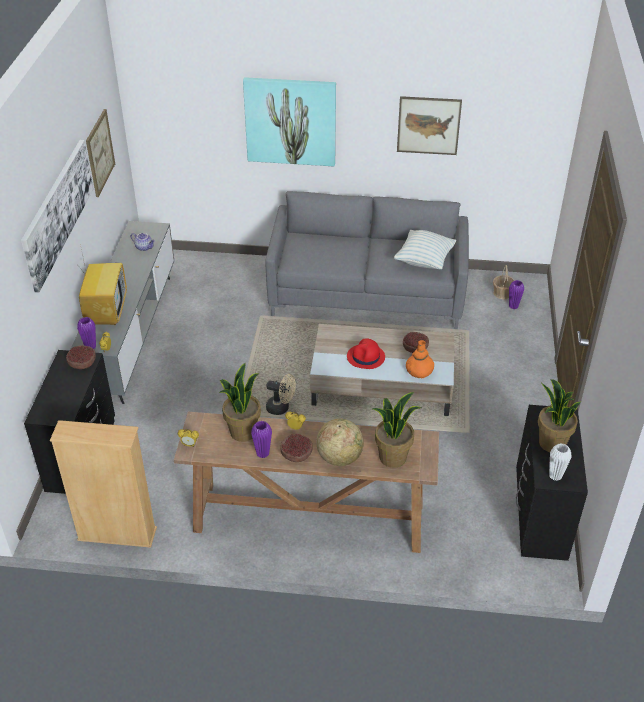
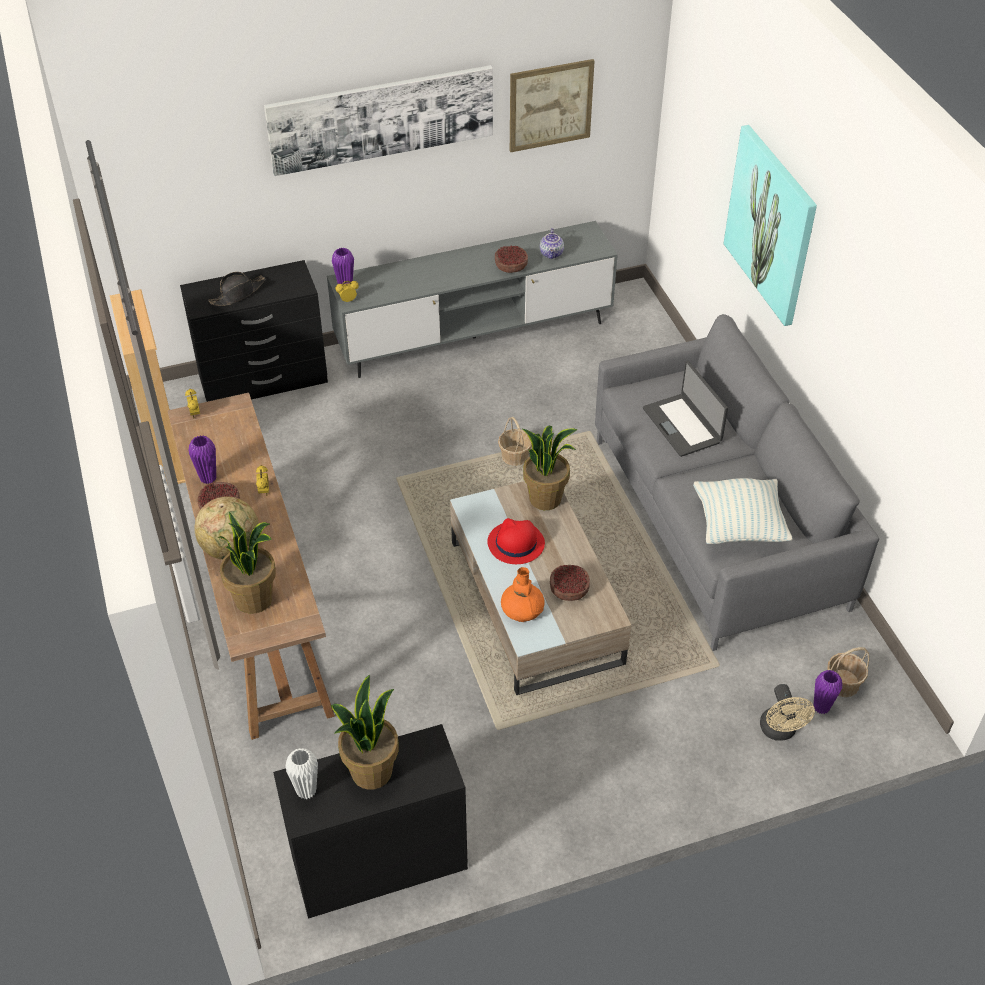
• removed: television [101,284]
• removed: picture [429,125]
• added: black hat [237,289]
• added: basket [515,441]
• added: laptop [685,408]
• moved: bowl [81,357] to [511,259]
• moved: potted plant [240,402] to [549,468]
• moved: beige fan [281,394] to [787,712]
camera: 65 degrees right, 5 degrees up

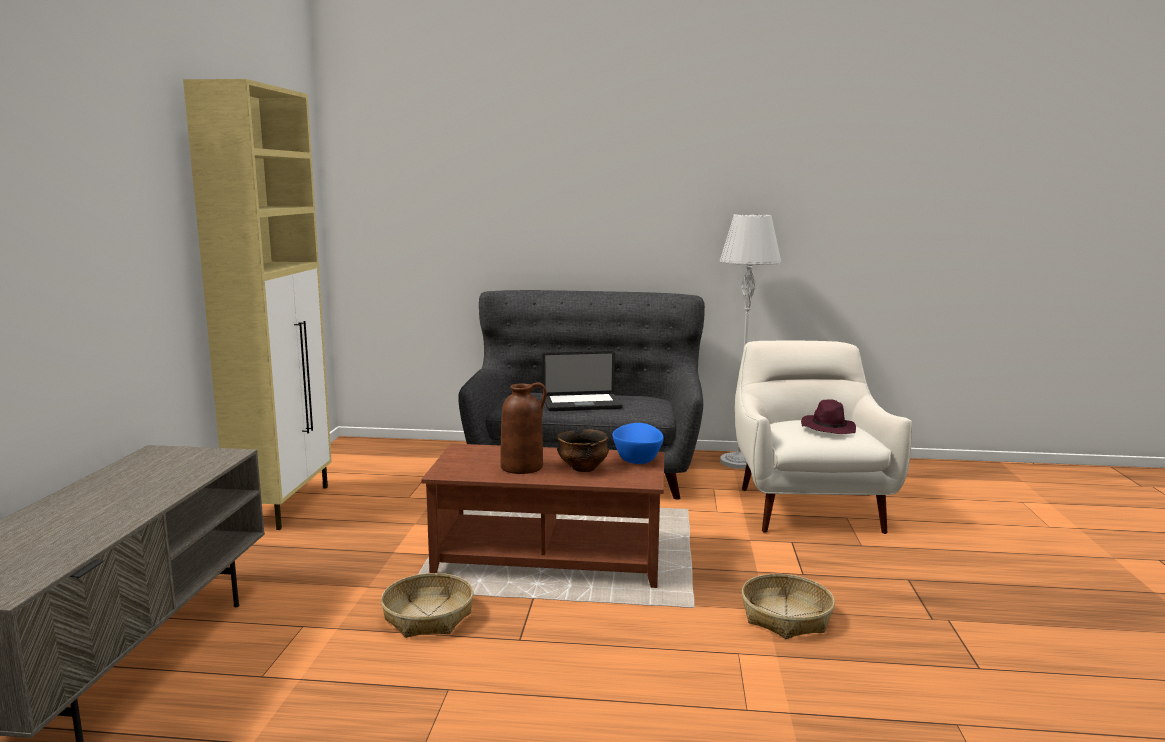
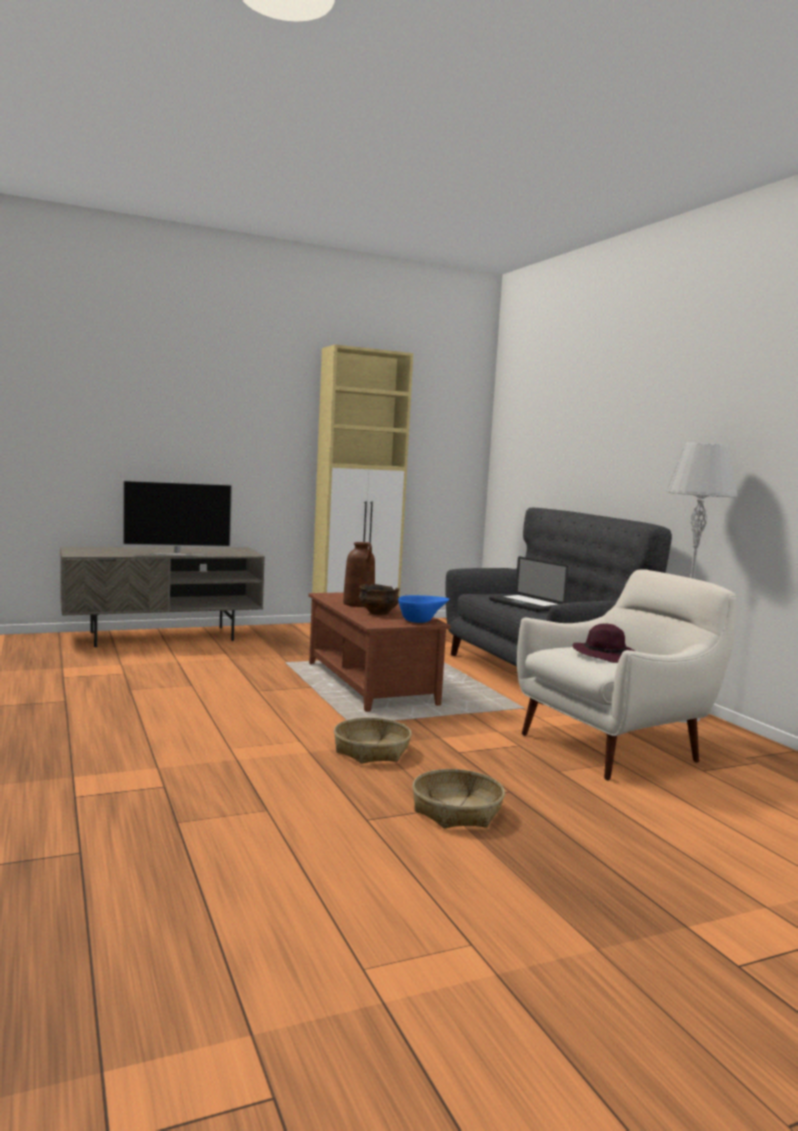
• added: television [177,518]
• moved: basket [427,605] to [458,798]
camera: 60 degrees right, 5 degrees down

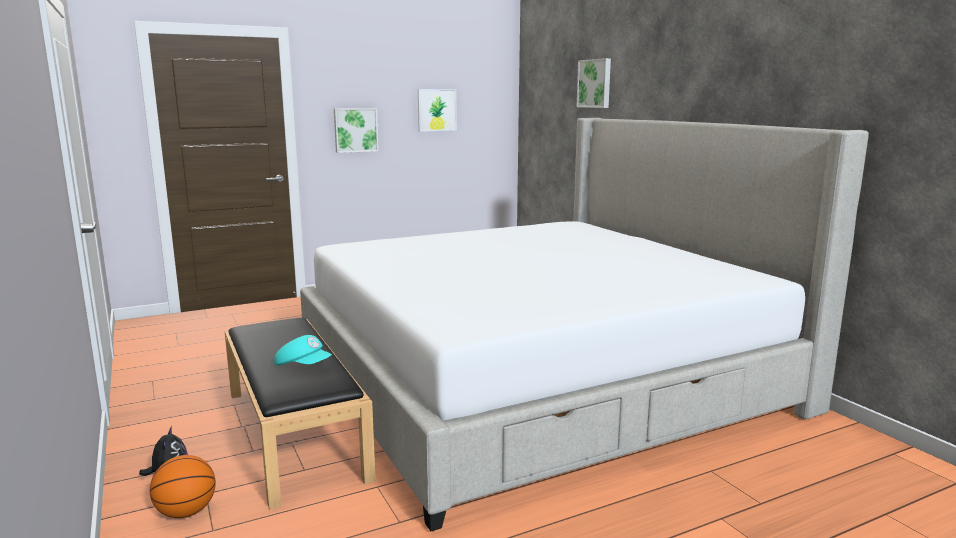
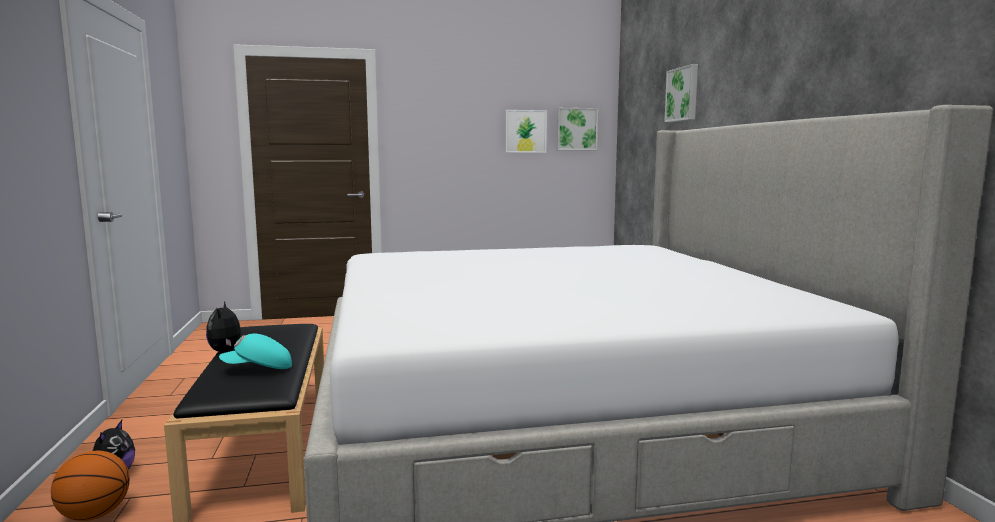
• added: plush toy [229,327]
• moved: picture [356,130] to [577,129]
• turned: turquoise cap [303,350] = [255,351] 120 degrees clockwise
camera: 15 degrees right, 5 degrees down

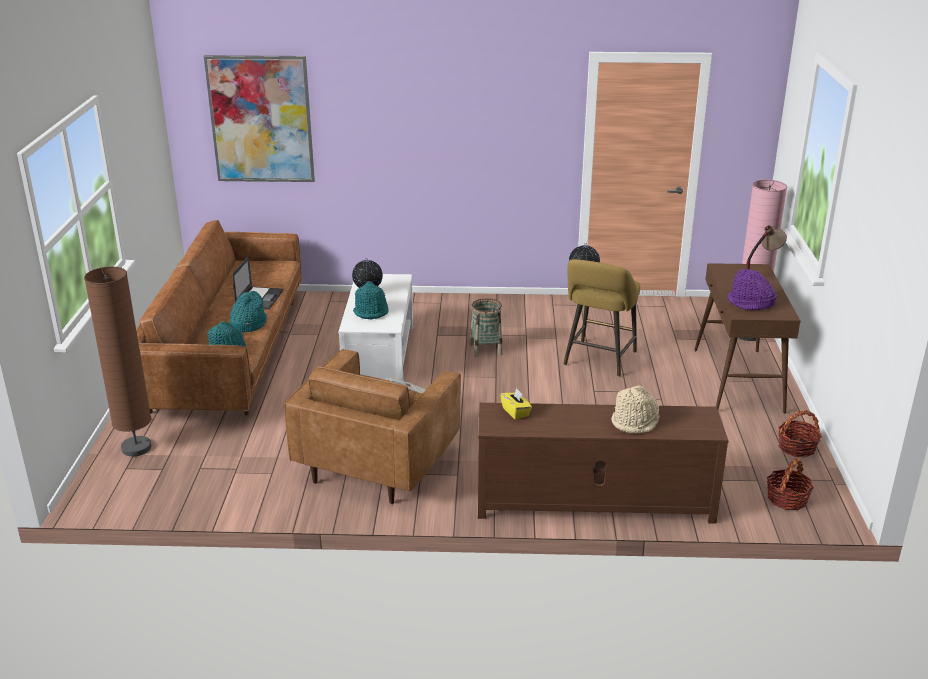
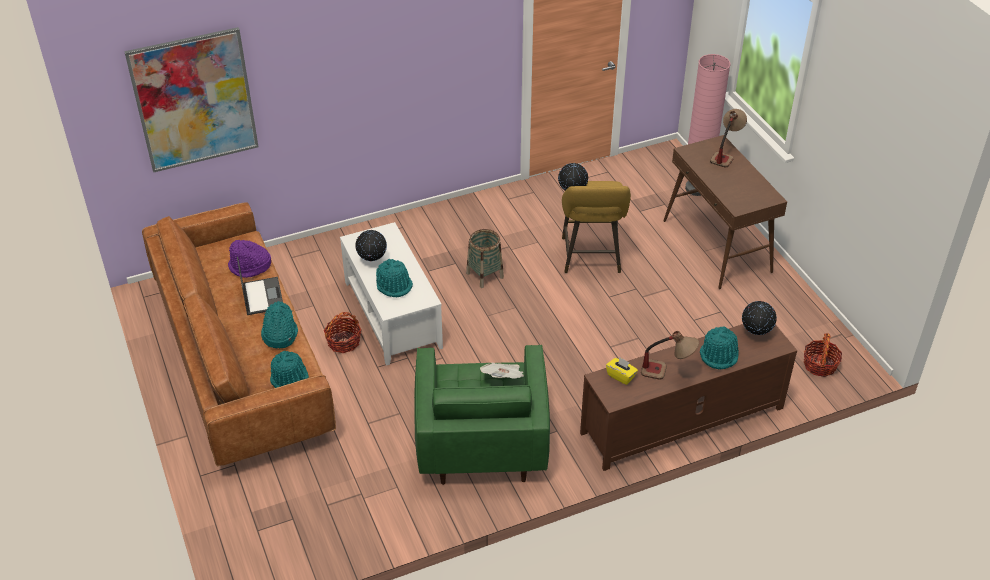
• removed: brown floor lamp [118,361]
• added: table lamp [670,355]
• added: globe [759,318]
• moved: purple hat [752,289] to [249,259]
• moved: basket [800,433] to [342,332]
• recoloured: brown armchair [372,426] to green armchair [482,415]
• recoloured: beige hat [635,409] to turquoise hat [719,347]
camera: 25 degrees left, 15 degrees up

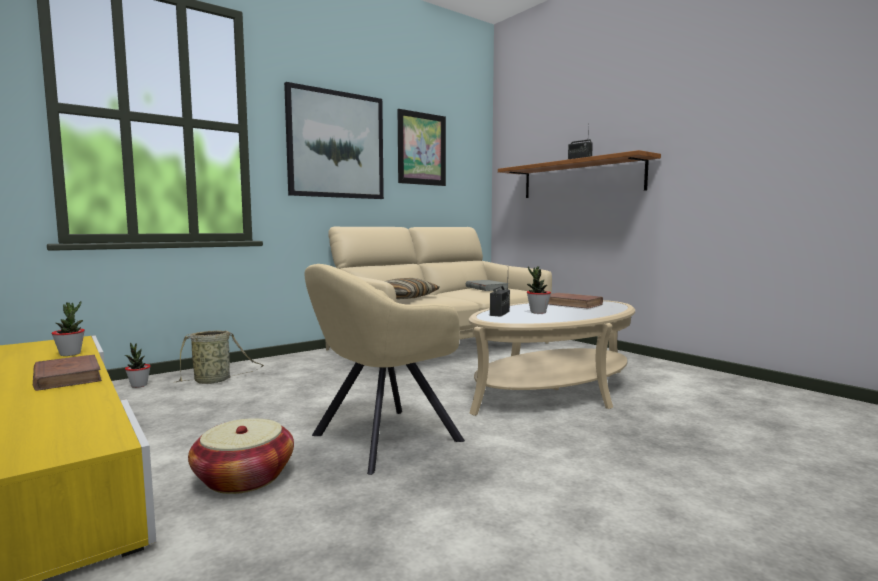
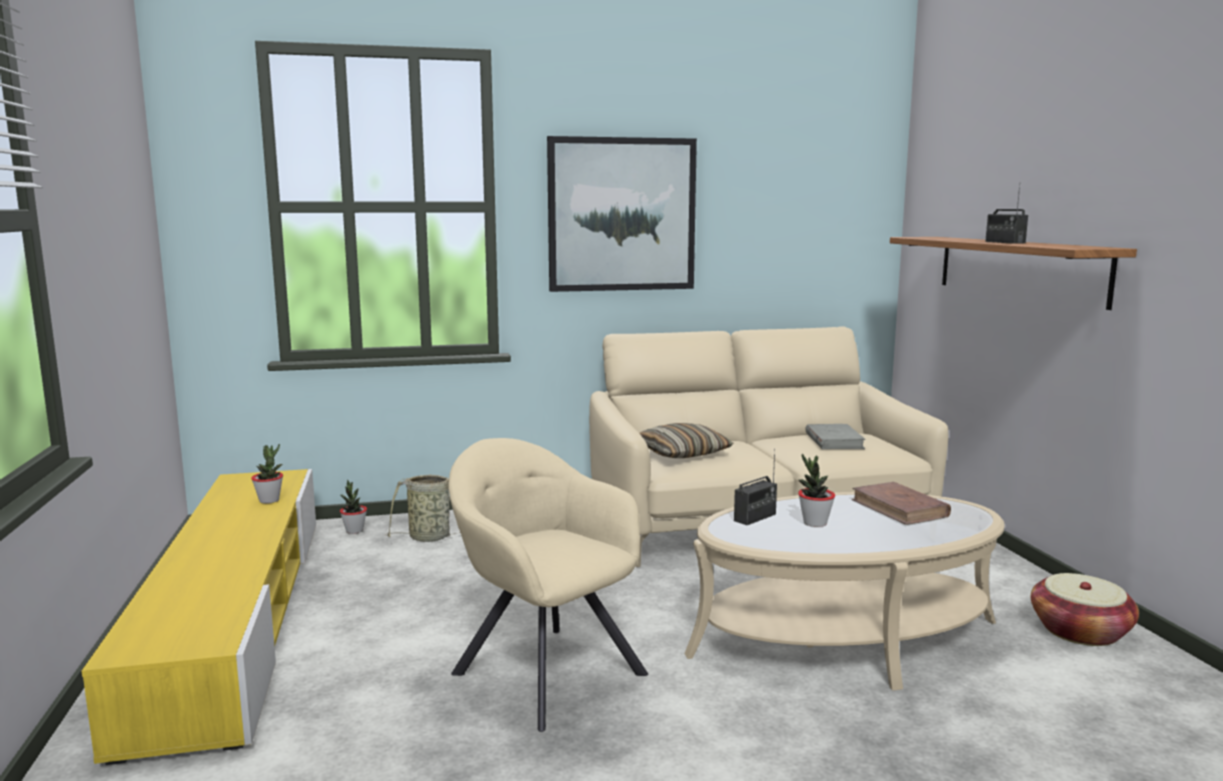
• removed: brown book [67,373]
• removed: picture [422,147]
• moved: basket [241,456] to [1085,609]
• turned: beige armchair [384,369] = [548,585] 60 degrees clockwise
camera: 25 degrees right, 5 degrees up

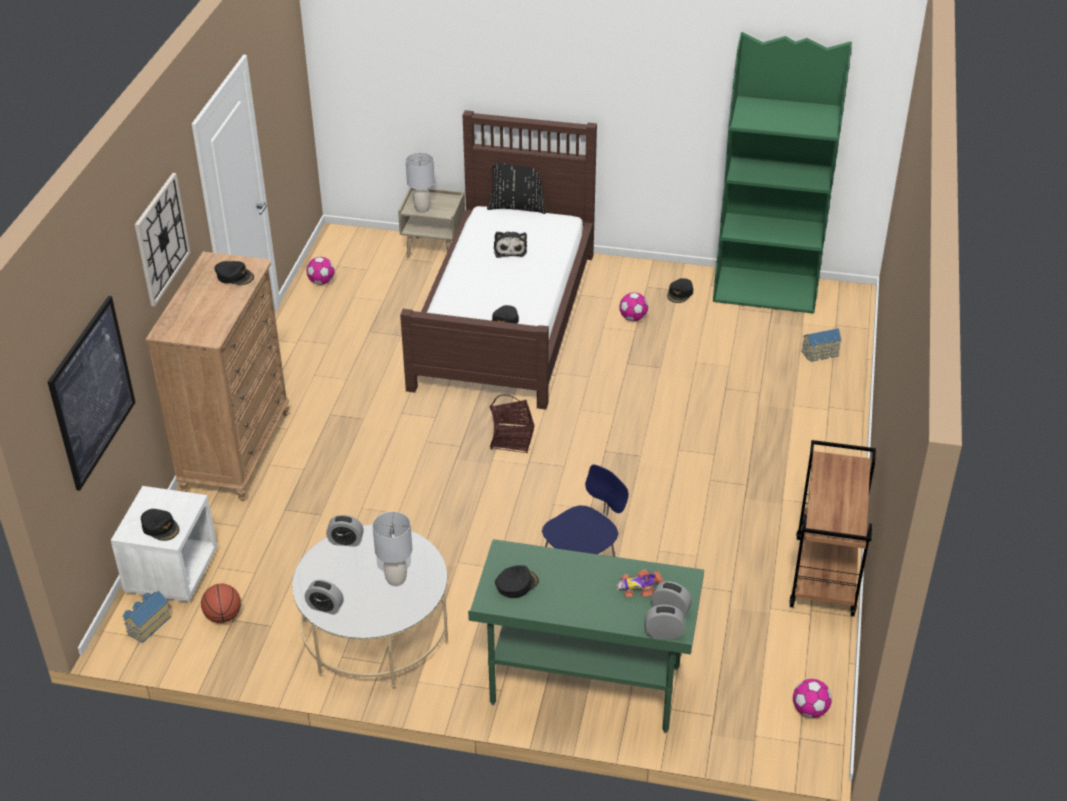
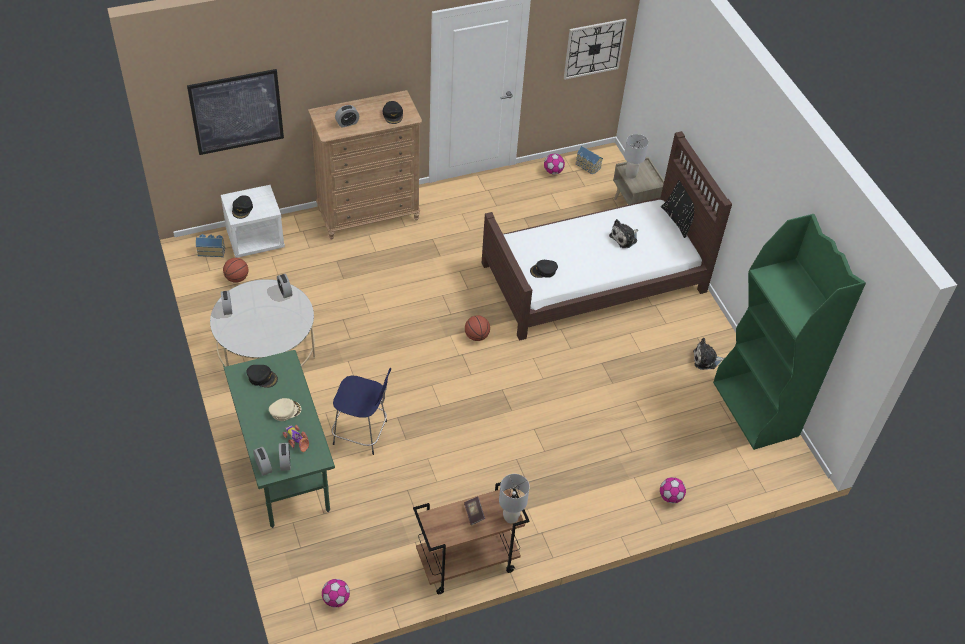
• added: beige cap [285,409]
• added: alarm clock [347,116]
• added: book [474,510]
• moved: wall clock [163,239] to [595,49]
• moved: grey table lamp [392,548] to [514,498]
• moved: football [633,306] to [673,490]
• moved: toy house [821,345] to [589,160]
• replaced: basket [512,424] to basketball [477,328]
• replaced: black cap [680,290] to plush toy [709,354]
camera: 55 degrees right, 10 degrees up

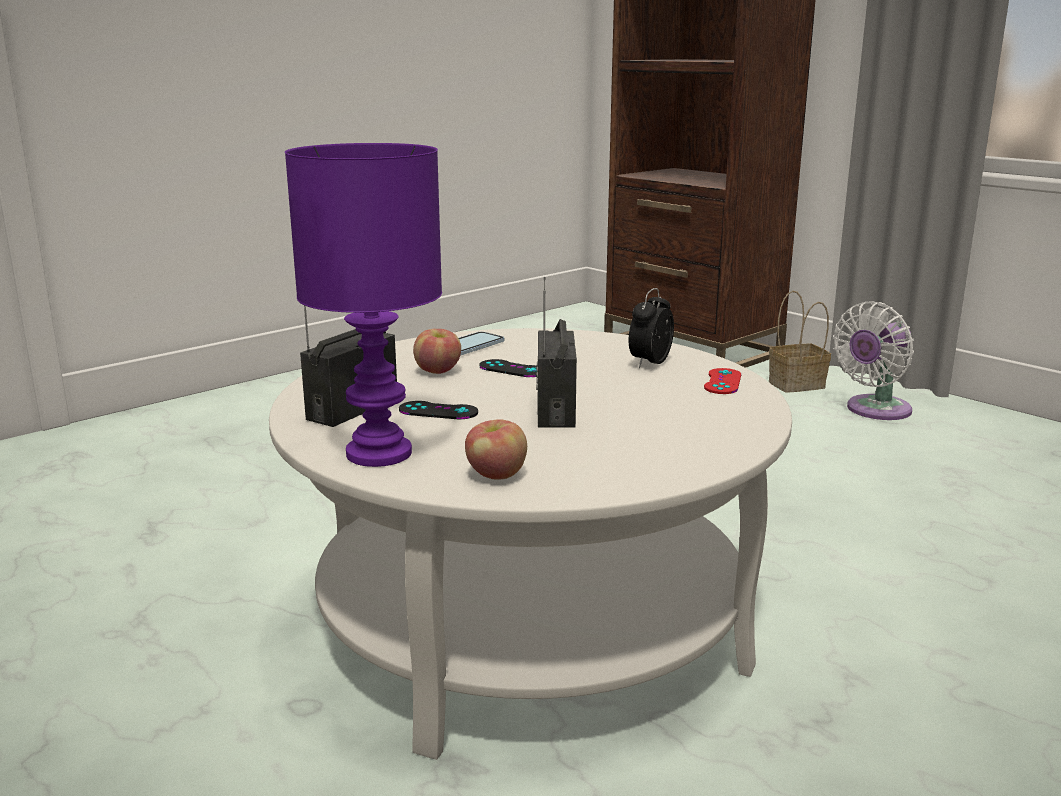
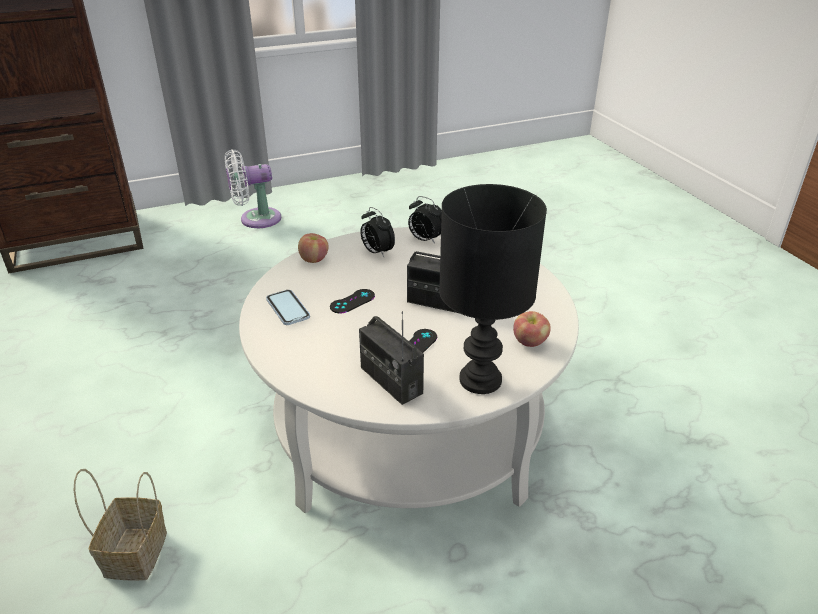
• moved: apple [437,351] to [313,248]
• moved: basket [800,342] to [120,524]
• replaced: red game controller [722,381] to alarm clock [425,220]
• recoloured: purple table lamp [363,305] to black table lamp [493,289]
• turned: white fan [873,360] = [253,188] 90 degrees clockwise
camera: 70 degrees left, 15 degrees up

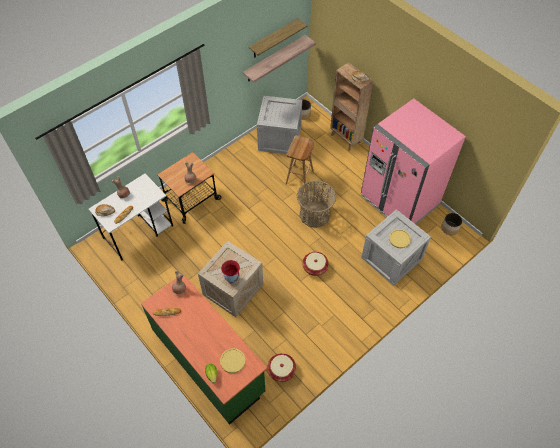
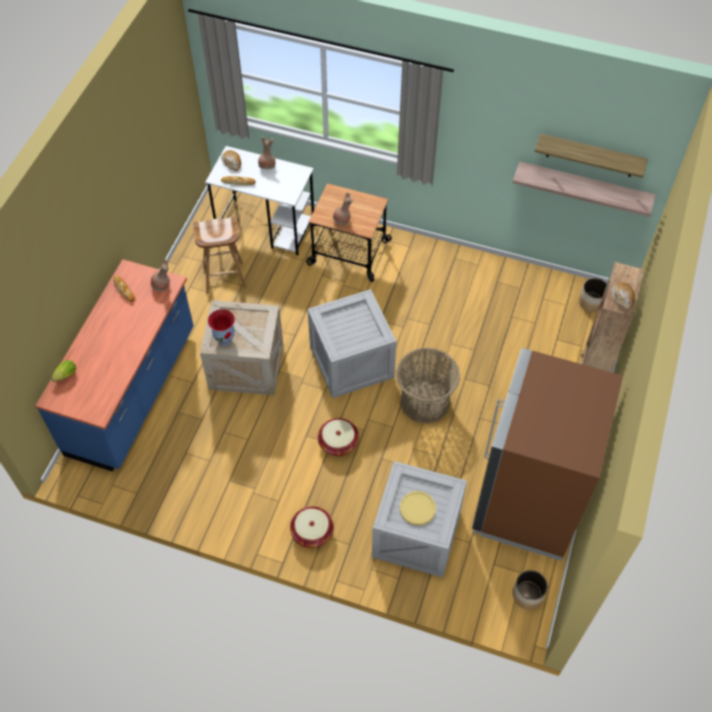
• removed: yellow plate [233,360]
• moved: crate [279,125] to [352,343]
• moved: basket [281,367] to [312,527]
• moved: brown stool [300,159] to [219,255]
• recoloured: green counter [204,350] to blue counter [115,365]
• recoloured: pink fridge [413,161] to brown fridge [547,454]
camera: 60 degrees right, 0 degrees up

